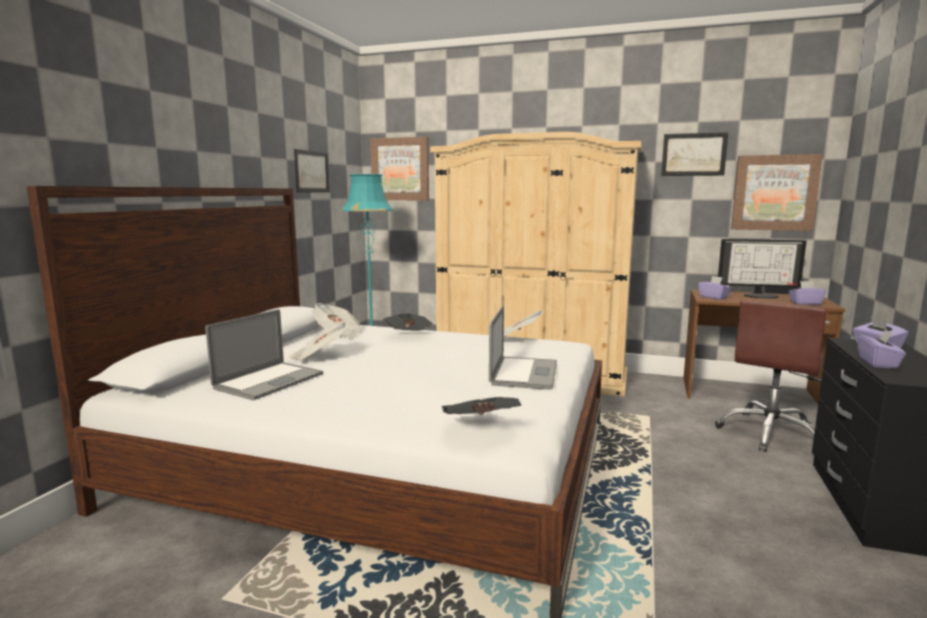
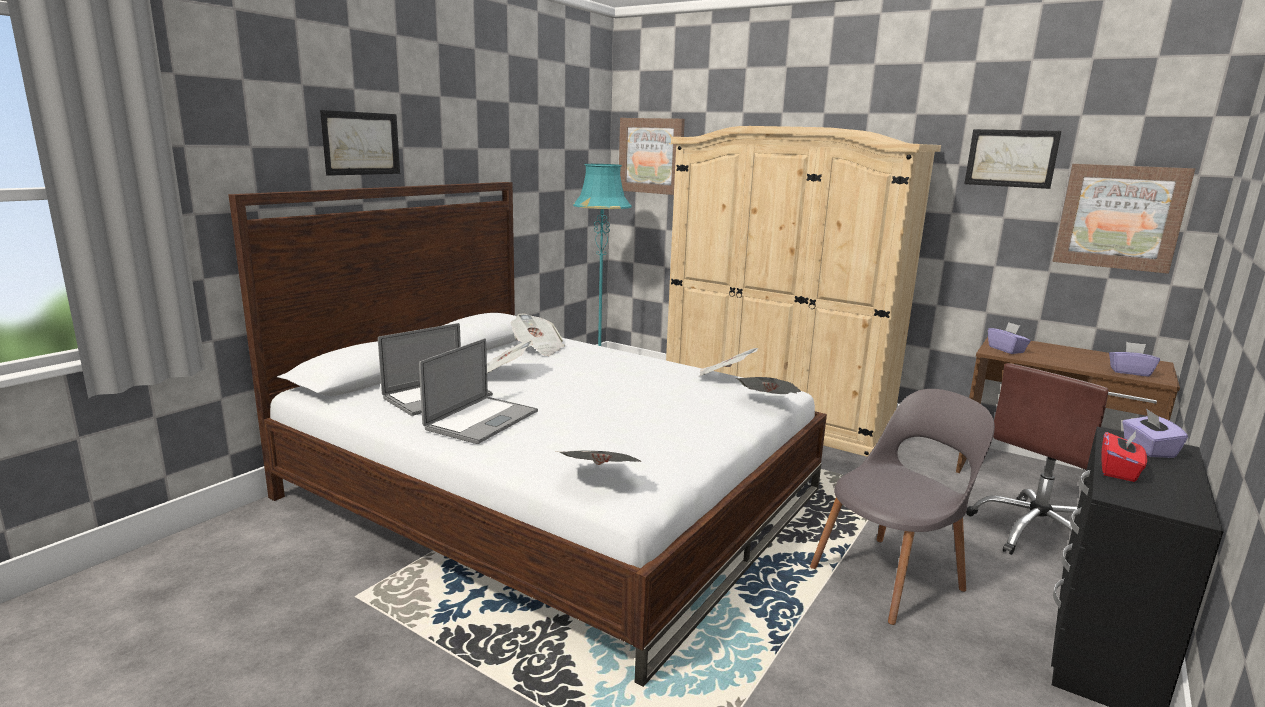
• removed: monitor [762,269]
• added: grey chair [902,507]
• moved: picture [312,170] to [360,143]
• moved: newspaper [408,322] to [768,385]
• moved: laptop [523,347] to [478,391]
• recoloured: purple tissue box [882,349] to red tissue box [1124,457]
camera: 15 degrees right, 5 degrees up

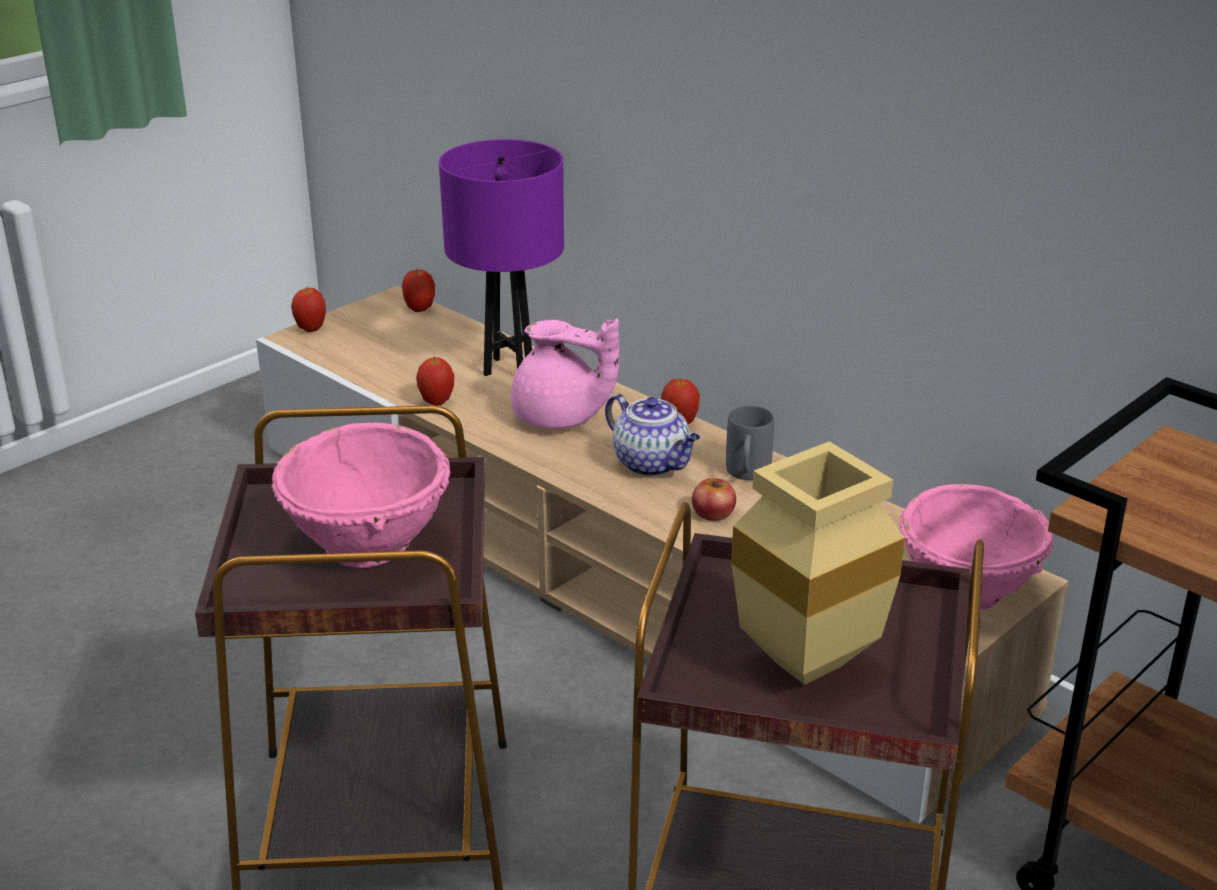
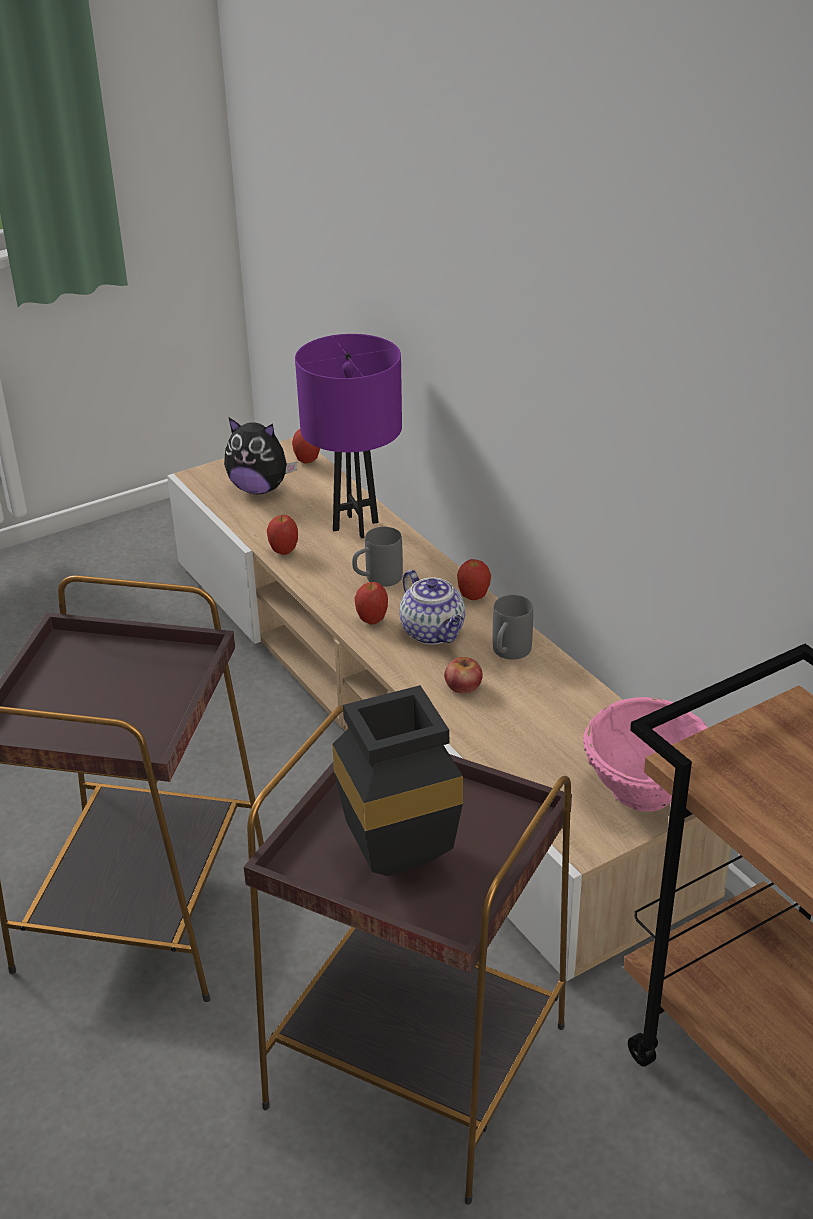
• removed: pink bowl [361,495]
• added: plush toy [260,456]
• moved: apple [308,310] to [371,603]
• replaced: pink teapot [565,373] to grey mug [377,557]
• recoloured: beige vase [818,563] to black vase [397,780]
camera: 15 degrees right, 5 degrees up

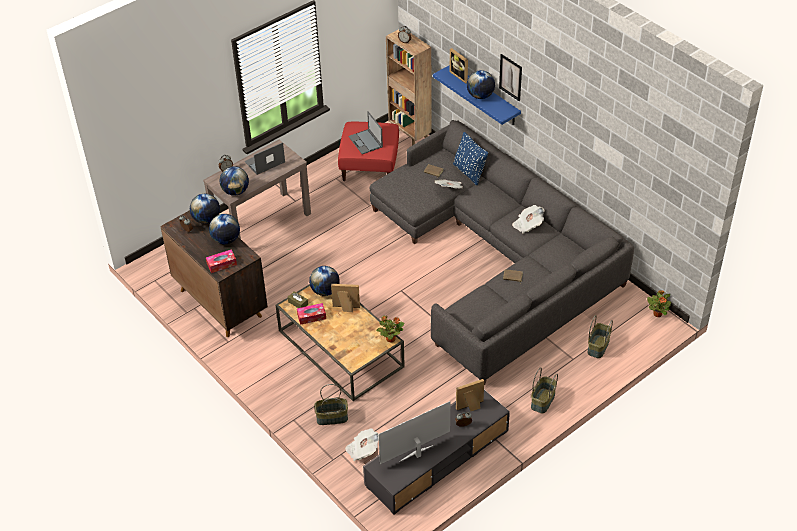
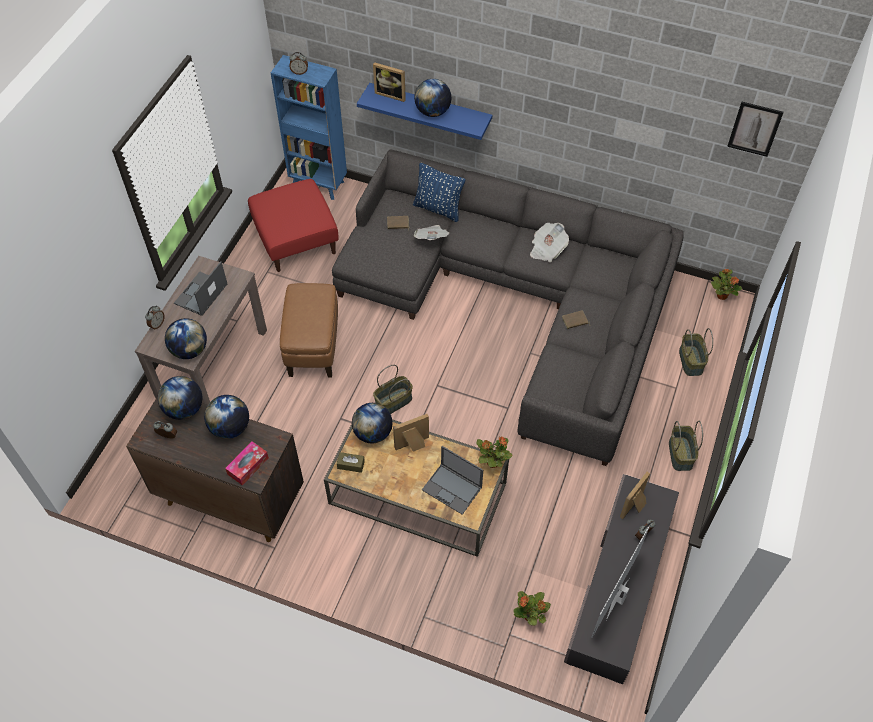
• removed: tissue box [311,314]
• added: brown ottoman [309,330]
• moved: basket [331,404] to [393,389]
• moved: laptop [365,132] to [452,480]
• moved: picture [510,77] to [755,129]
• replaced: newspaper [362,444] to potted plant [532,608]
• recoloured: brown bookcase [409,87] to blue bookcase [309,127]
camera: 30 degrees left, 10 degrees up

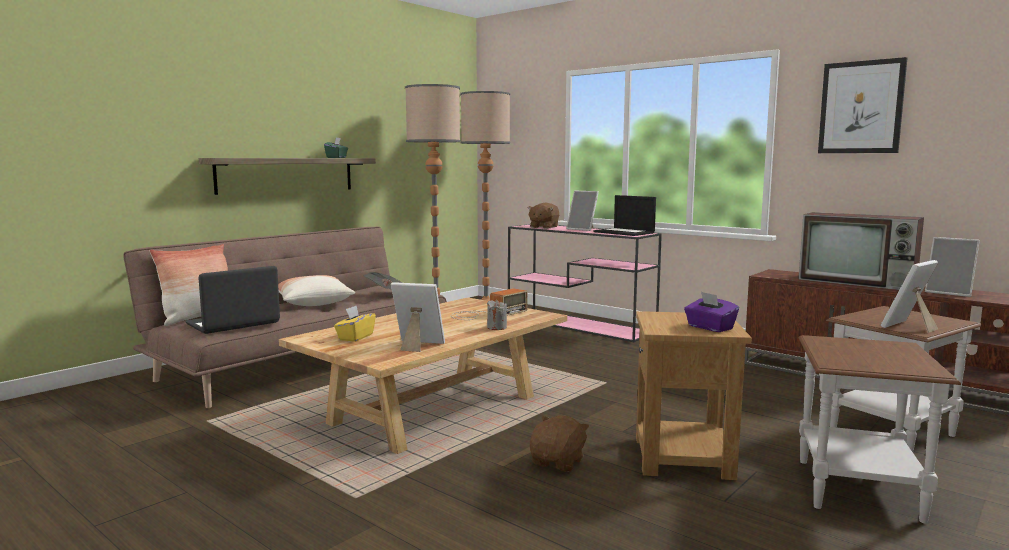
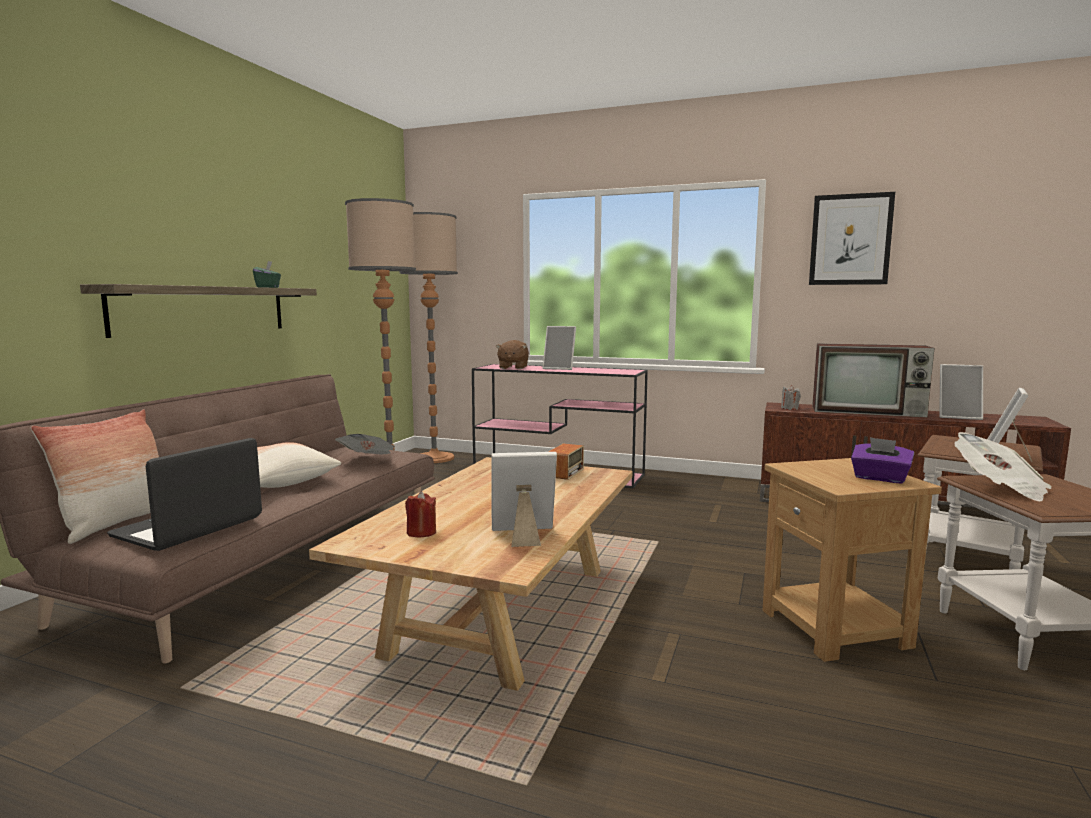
• removed: brown plush toy [559,443]
• removed: laptop [625,215]
• added: newspaper [1003,467]
• moved: grey candle [497,314] to [791,397]
• replaced: yellow tissue box [355,324] to red candle [420,514]
camera: 20 degrees left, 0 degrees up

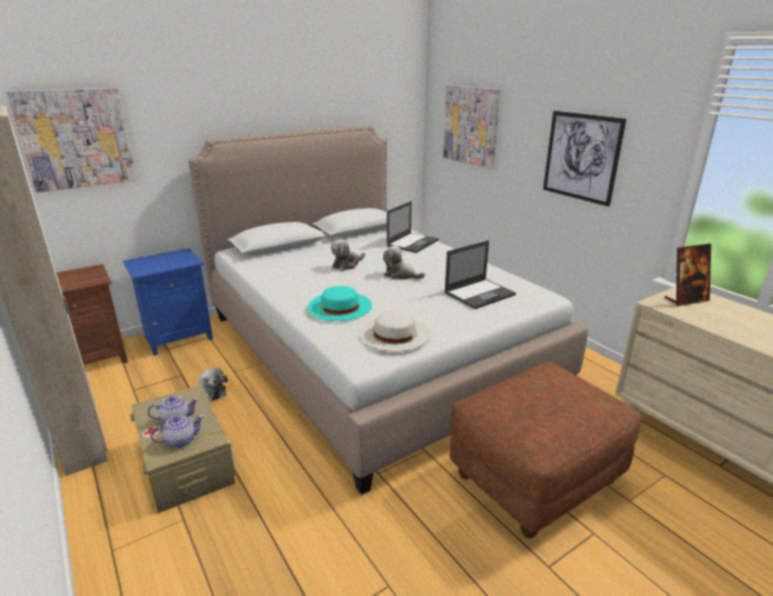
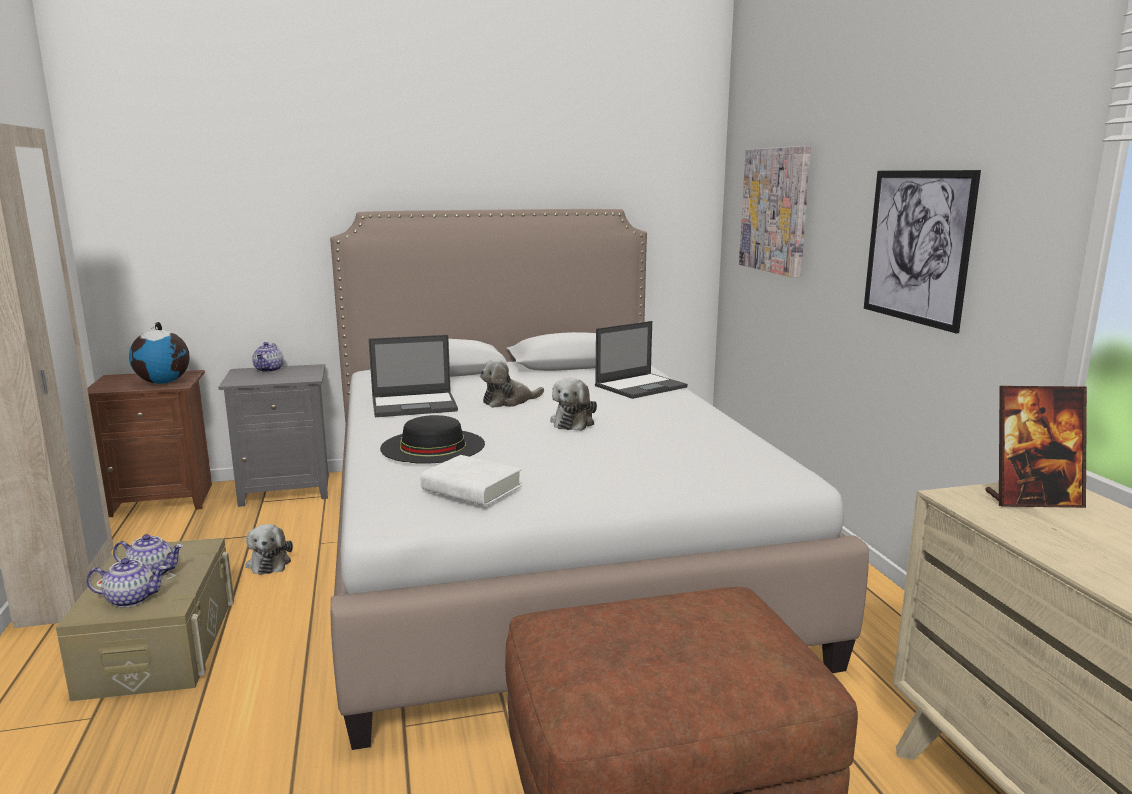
• removed: picture [72,140]
• added: globe [159,353]
• added: teapot [268,357]
• moved: laptop [480,274] to [413,376]
• replaced: white hat [395,330] to white book [471,480]
• recoloured: blue nightstand [168,302] to grey nightstand [273,435]
• recoloured: turquoise hat [340,303] to black hat [432,439]
• turned: plush toy [404,262] = [573,404] 120 degrees counterclockwise
camera: 20 degrees right, 10 degrees down

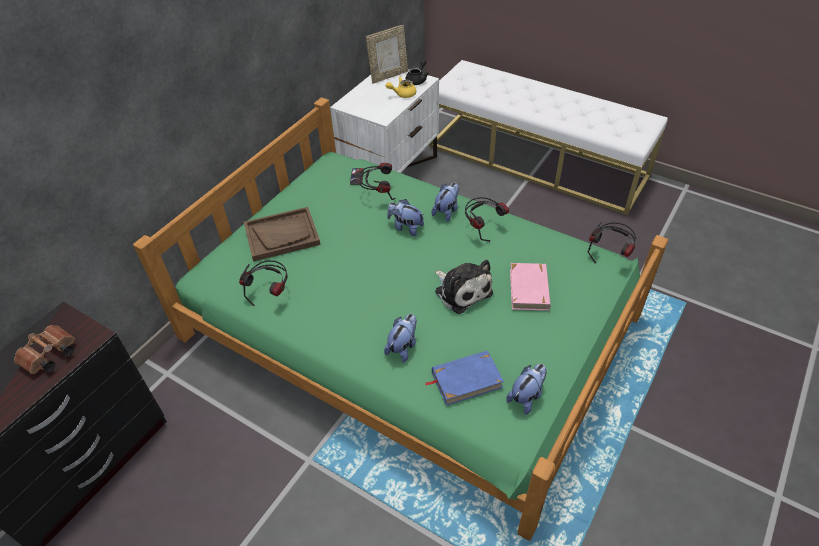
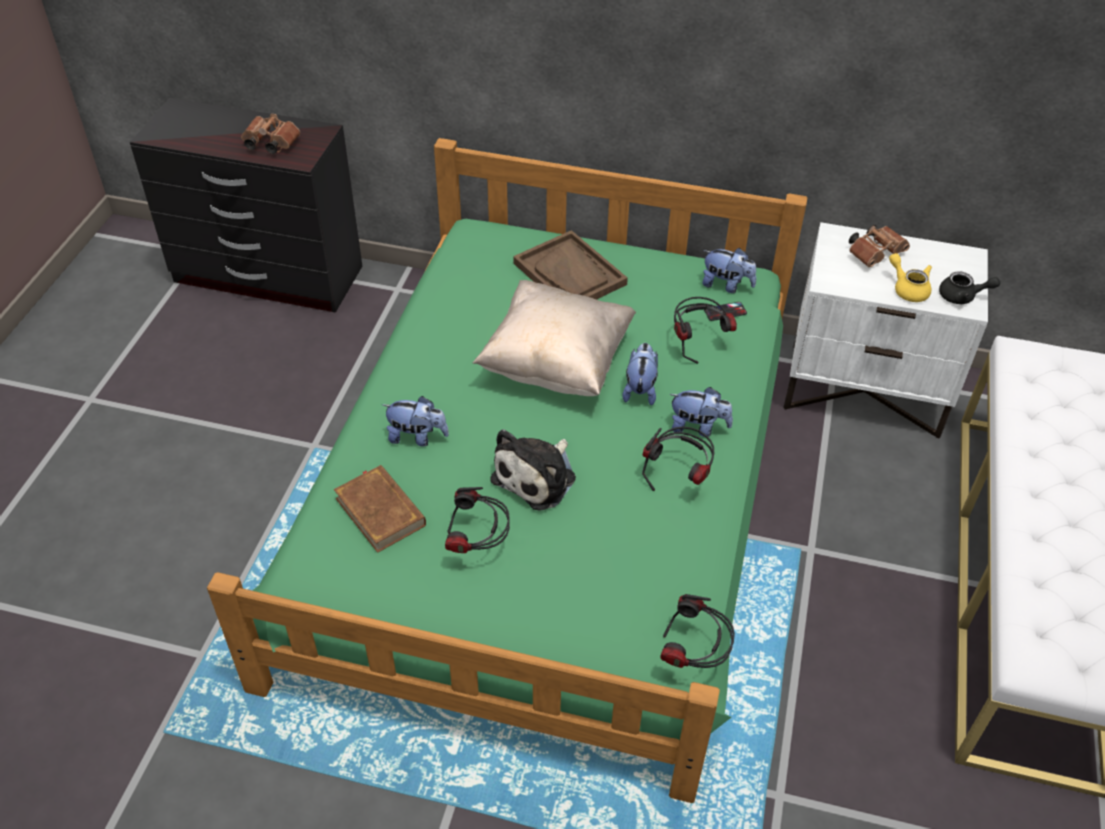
• removed: picture frame [387,54]
• removed: pink book [530,287]
• added: beige pillow [554,338]
• added: brown binoculars [879,246]
• moved: headphones [263,283] to [477,520]
• moved: plush toy [526,389] to [729,270]
• recoloured: blue book [464,378] to brown book [380,509]
camera: 70 degrees right, 0 degrees up

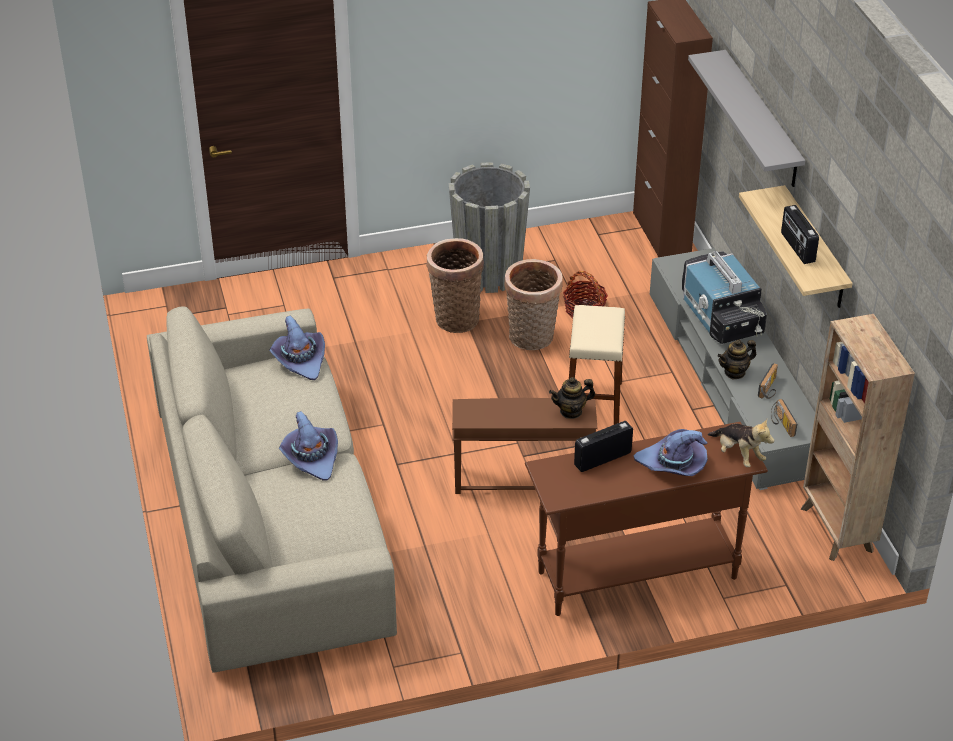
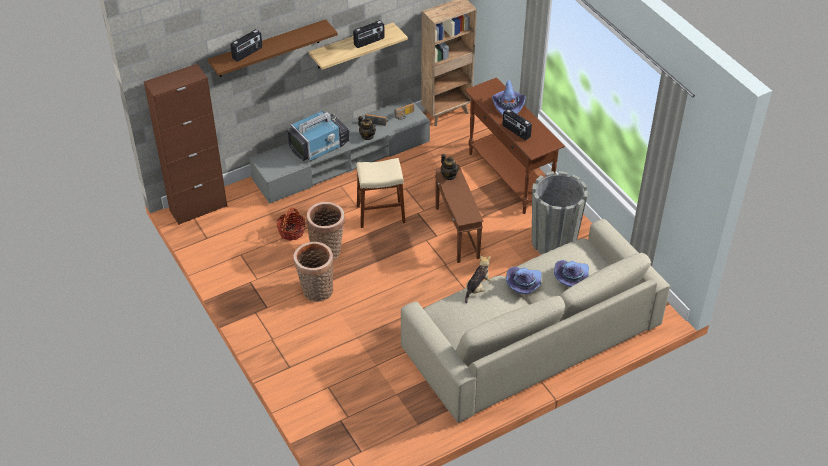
• added: radio [246,45]
• moved: purple hat [297,348] to [571,273]
• moved: grey planter [489,227] to [560,212]
• moved: plush toy [741,443] to [478,280]
• recoloured: grey shelf [746,118] to brown shelf [273,48]
camera: 105 degrees left, 5 degrees up

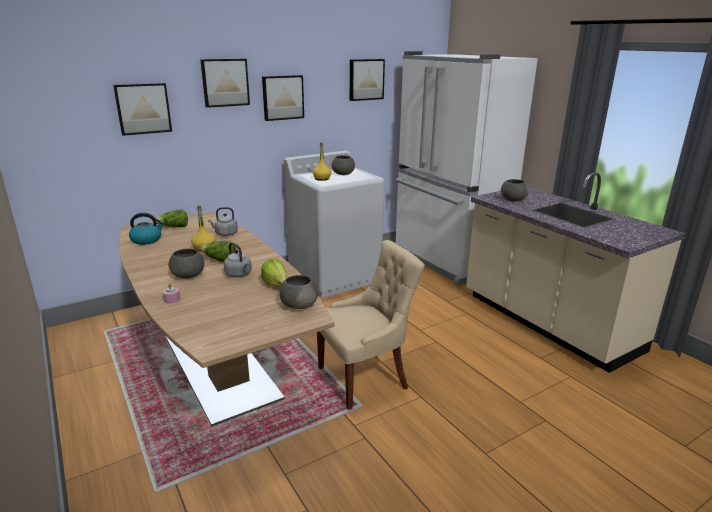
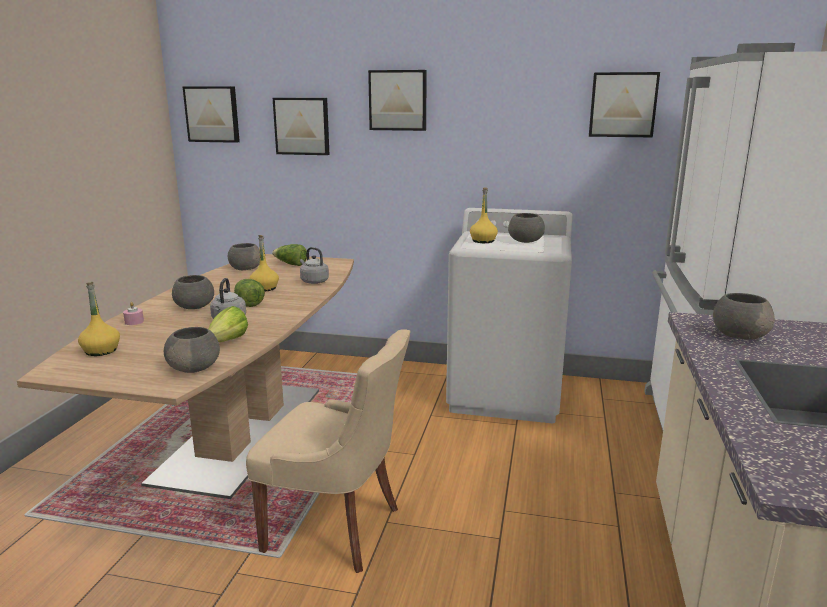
• added: yellow bottle [99,319]
• moved: picture [283,98] to [211,114]
• replaced: kettle [147,229] to grey bowl [244,256]
camera: 45 degrees right, 5 degrees down

